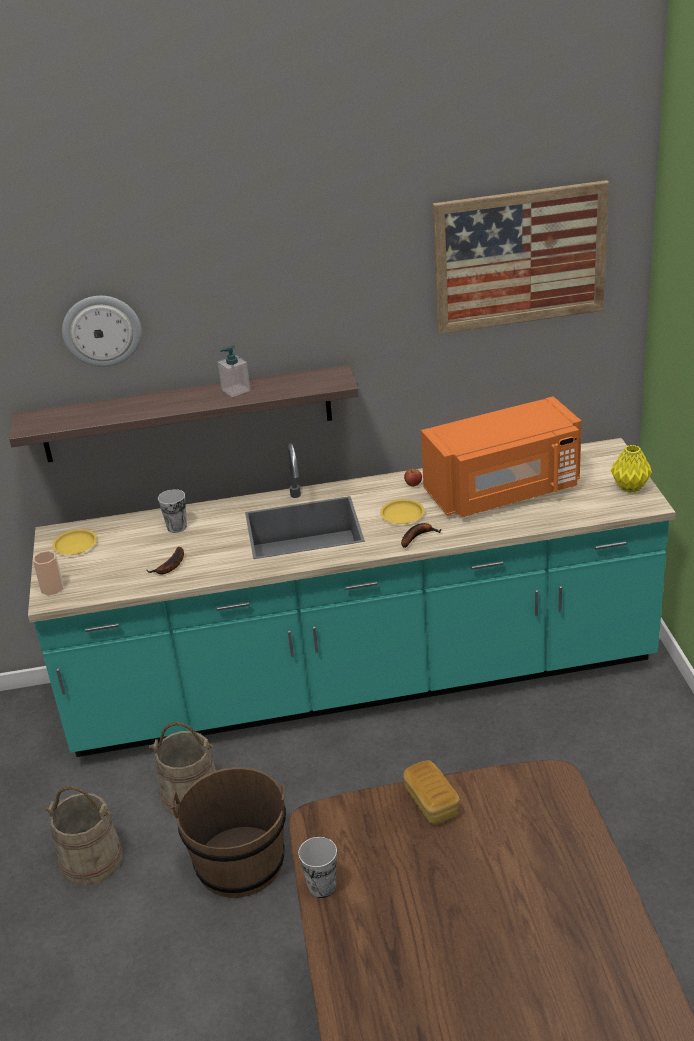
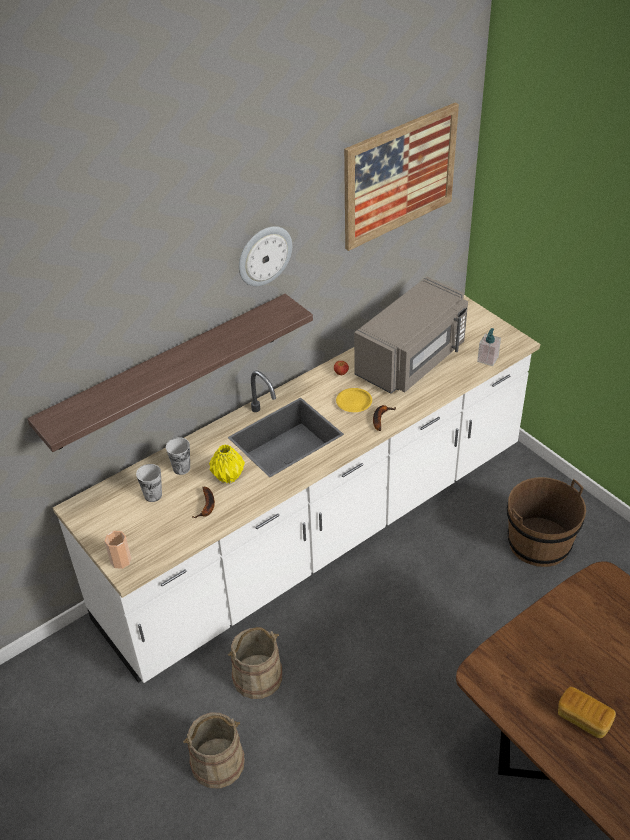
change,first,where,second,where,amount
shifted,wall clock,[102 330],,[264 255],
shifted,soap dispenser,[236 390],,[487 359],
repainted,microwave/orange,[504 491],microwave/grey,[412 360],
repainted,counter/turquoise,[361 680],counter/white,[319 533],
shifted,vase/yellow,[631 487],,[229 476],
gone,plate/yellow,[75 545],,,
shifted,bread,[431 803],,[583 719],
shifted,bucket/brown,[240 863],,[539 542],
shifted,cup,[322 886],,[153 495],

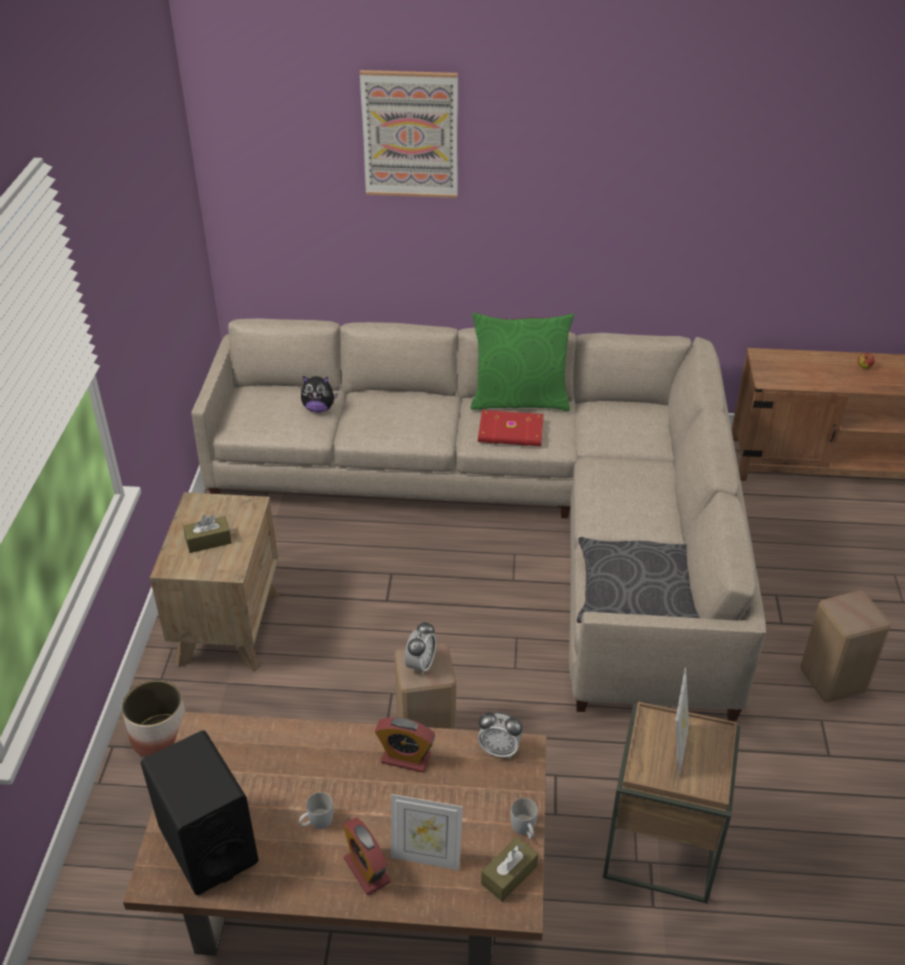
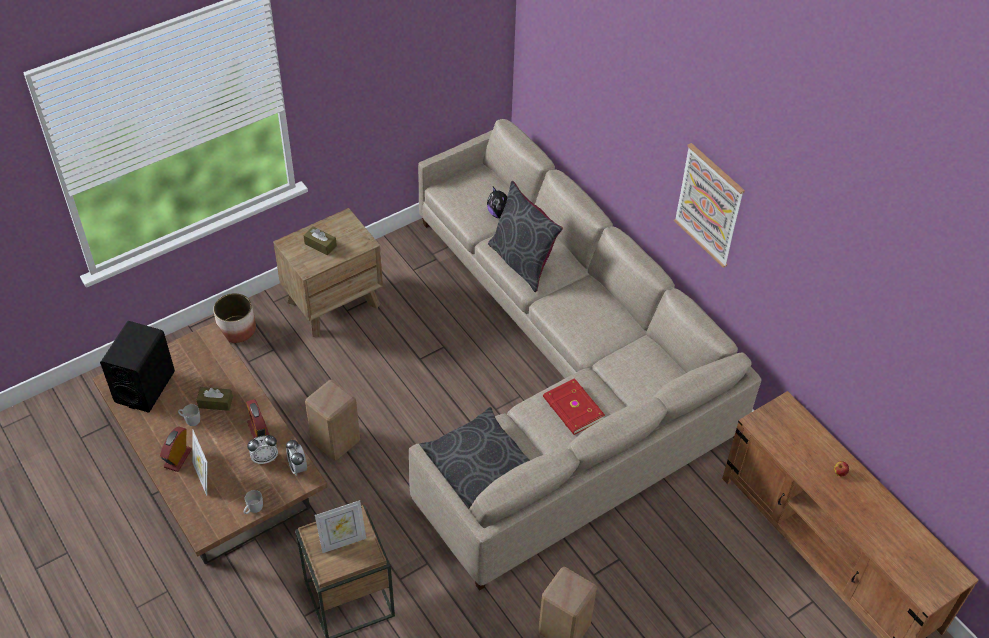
change,first,where,second,where,amount
shifted,picture,[410 134],,[709 205],
gone,pillow/green,[519 400],,,
shifted,book/red,[511 432],,[572 409],
shifted,alarm clock,[421 665],,[265 458],
shifted,tissue box/brown,[509 875],,[215 402],
new,,,pillow/grey,[522 262],

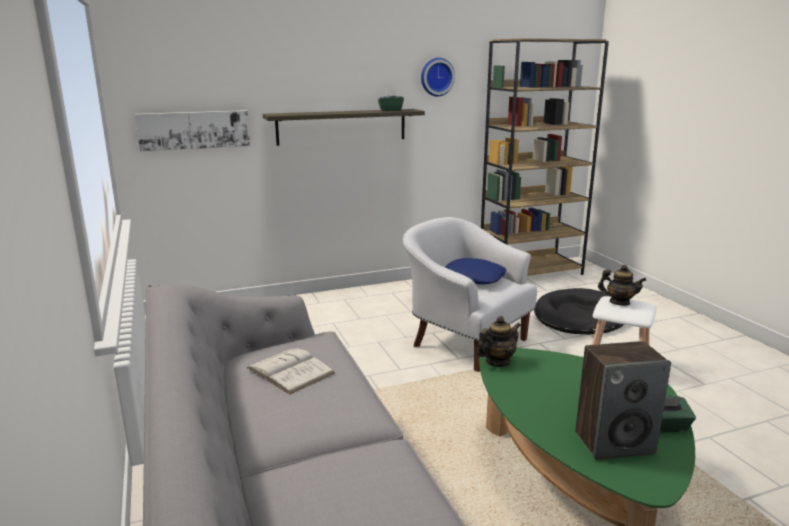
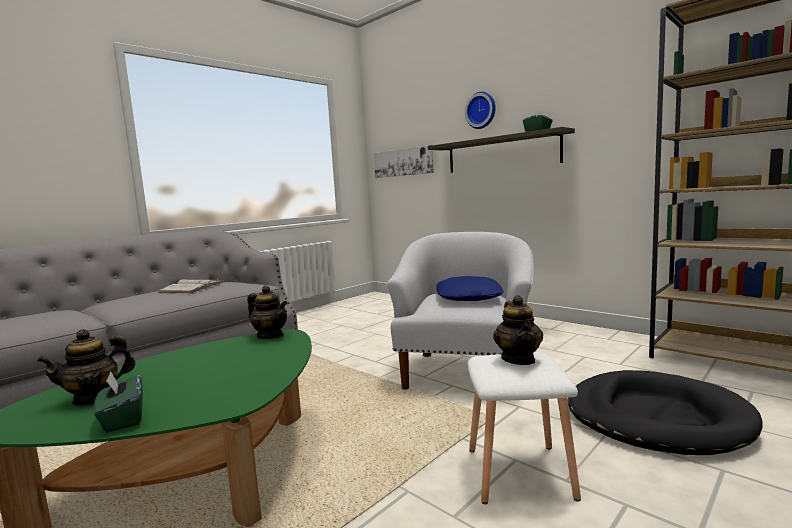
change,first,where,second,where,amount
shifted,wall clock,[436 77],,[481 110],
swapped,speaker,[614 442],teapot,[94 398],

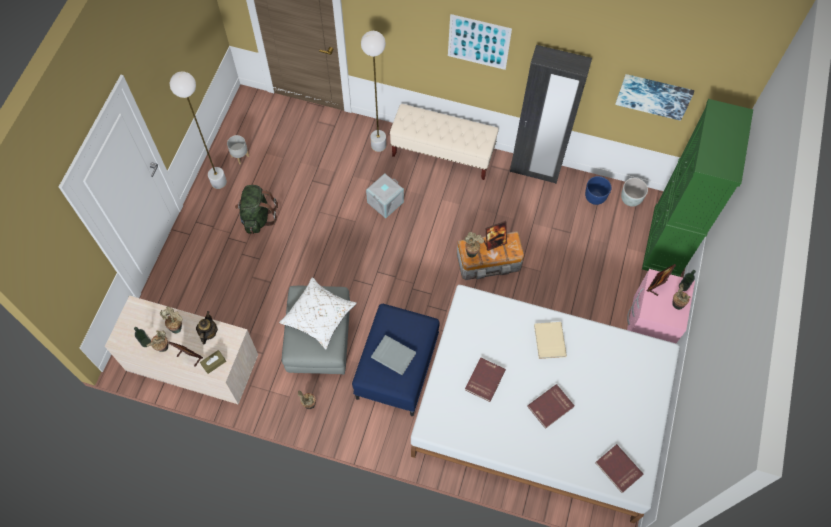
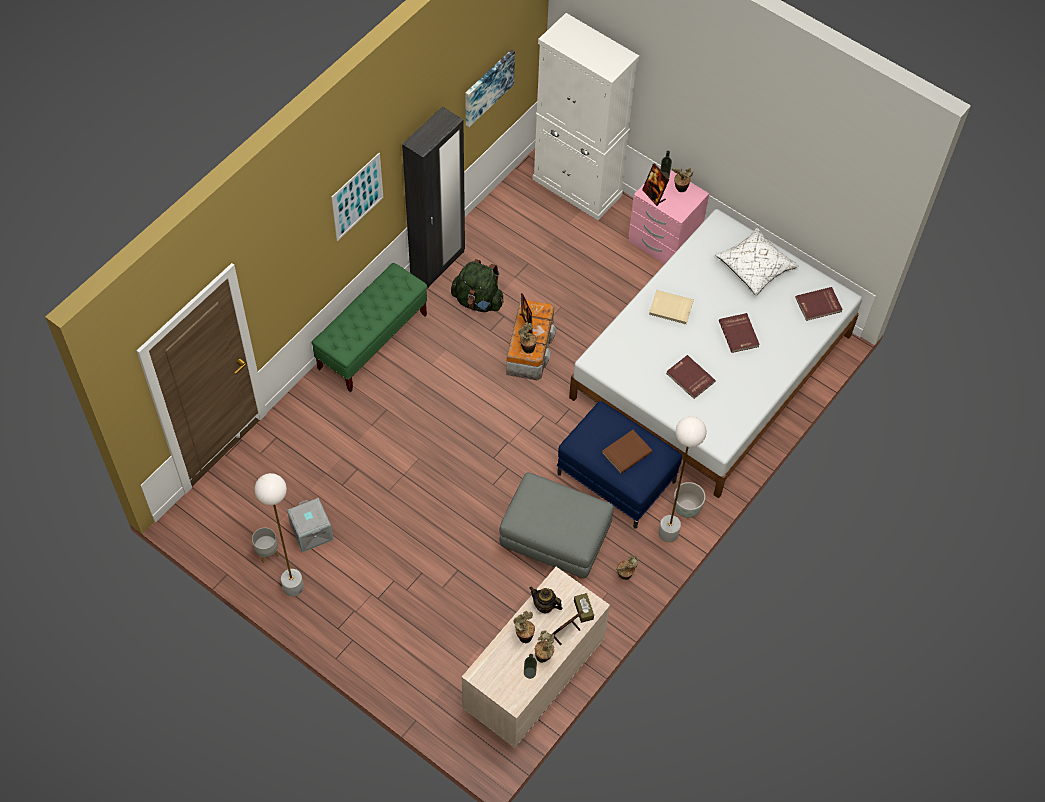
change,first,where,second,where,amount
shifted,floor lamp/white,[378 145],,[668 533],
repainted,cabinet/green,[666 242],cabinet/white,[577 187],
repainted,bench/beige,[443 154],bench/green,[373 341],
shifted,storage box/grey,[385 201],,[310 532],
gone,planter/blue,[594 198],,,
shifted,planter/grey,[631 199],,[687 508],
shifted,backpack/green,[257 217],,[478 301],
shifted,pillow/white,[319 316],,[755 266],
repainted,book/grey,[394 355],book/brown,[626 452],

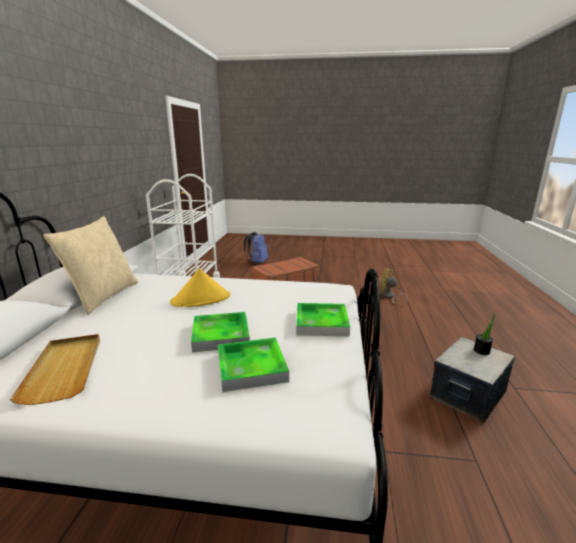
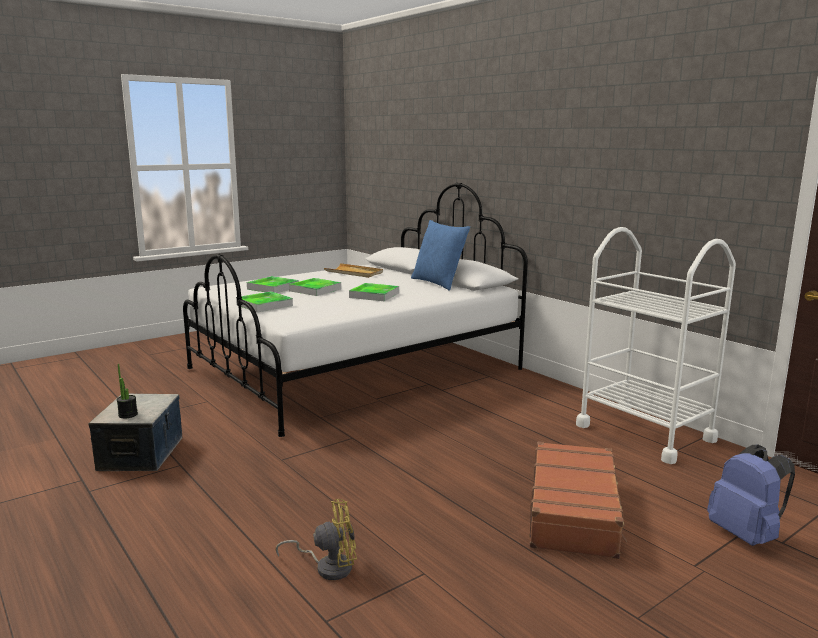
change,first,where,second,where,amount
repainted,pillow/beige,[103 296],pillow/blue,[438 283],
swapped,hat/yellow,[201 299],tray,[374 295],

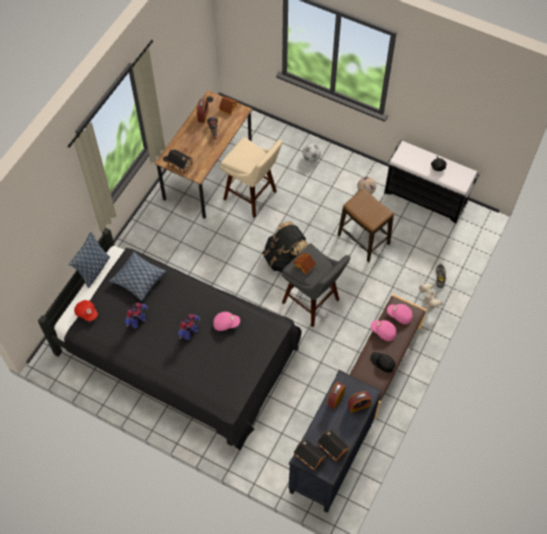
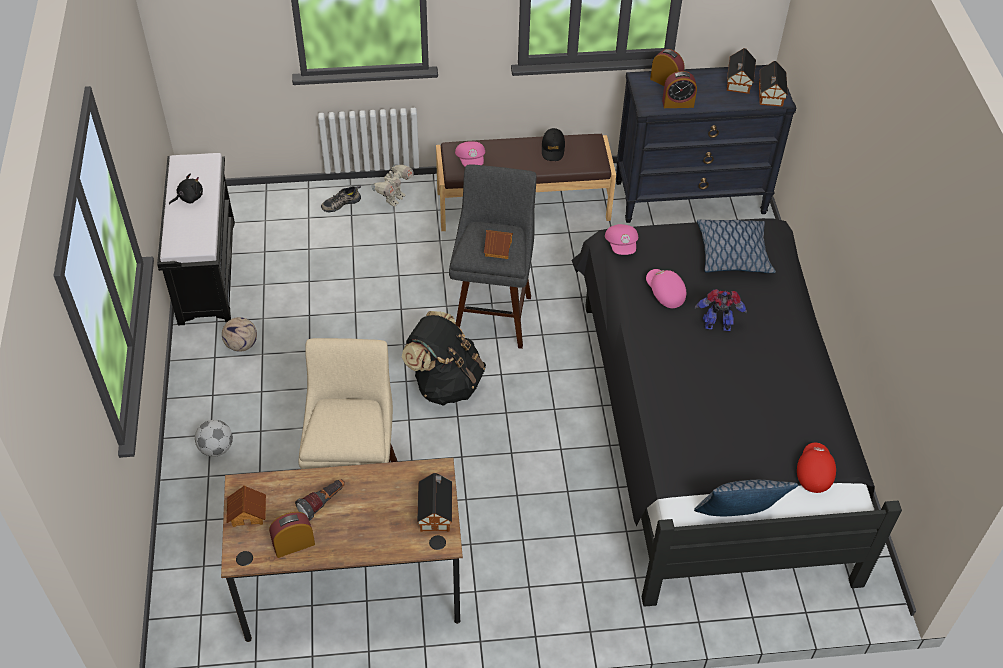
change,first,where,second,where,amount
gone,stool,[363 239],,,
shifted,pillow,[138 279],,[733 254],
gone,toy robot,[137 321],,,
shifted,cap/pink,[383 332],,[621 245],

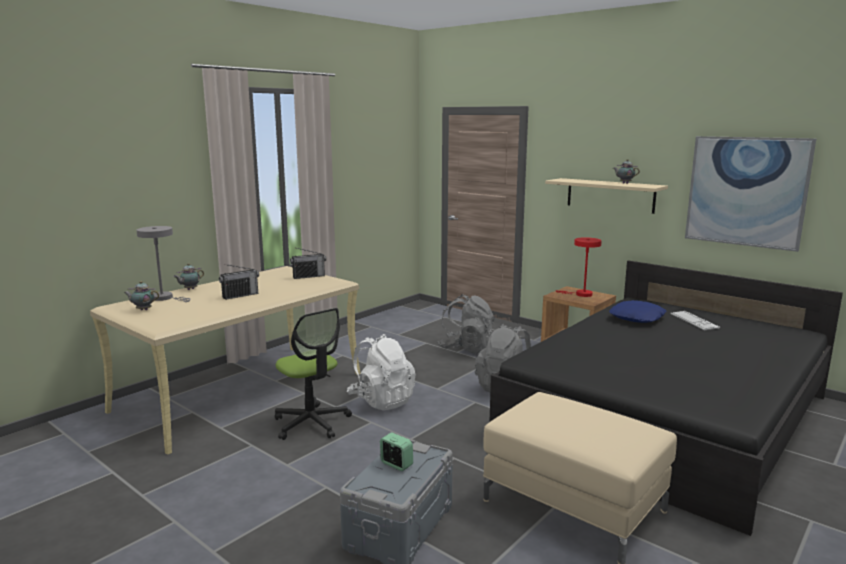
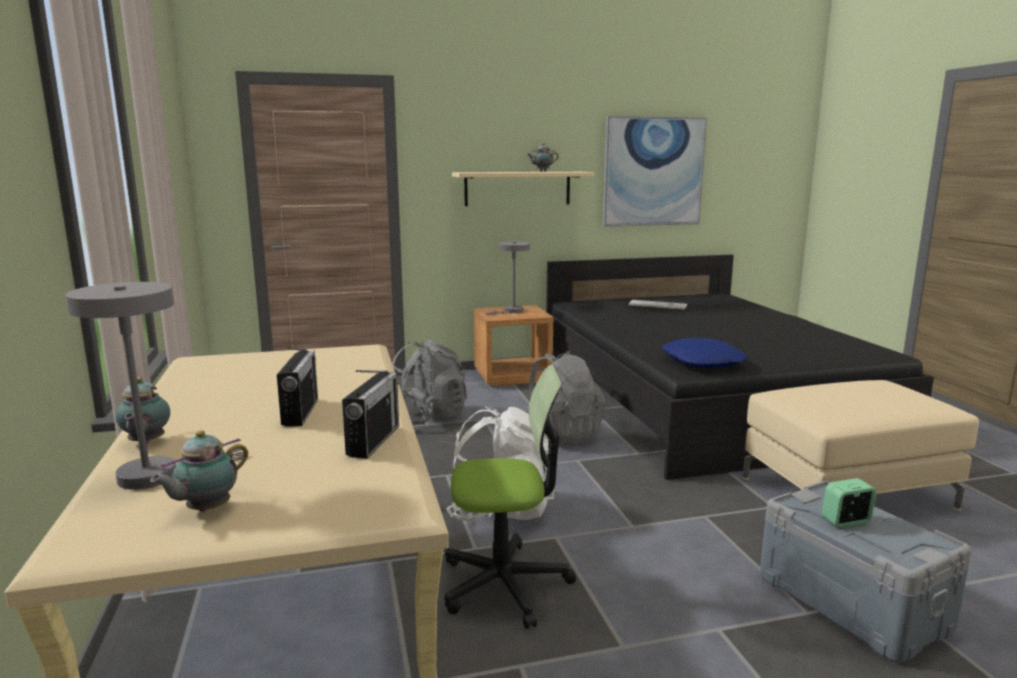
change,first,where,second,where,amount
repainted,table lamp/red,[580 294],table lamp/grey,[511 311],
shifted,radio,[308 276],,[373 441],
shifted,pillow/blue,[637 318],,[703 362],

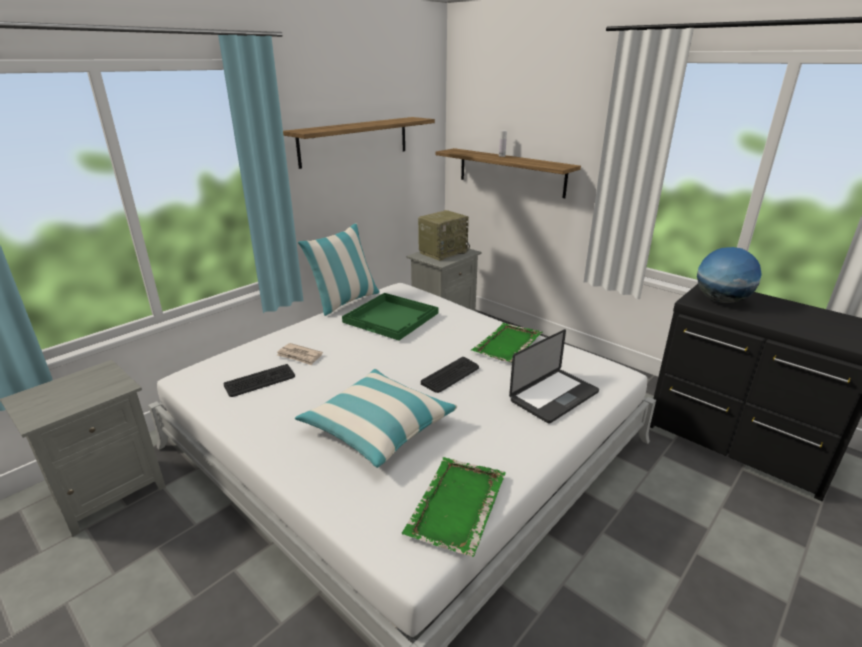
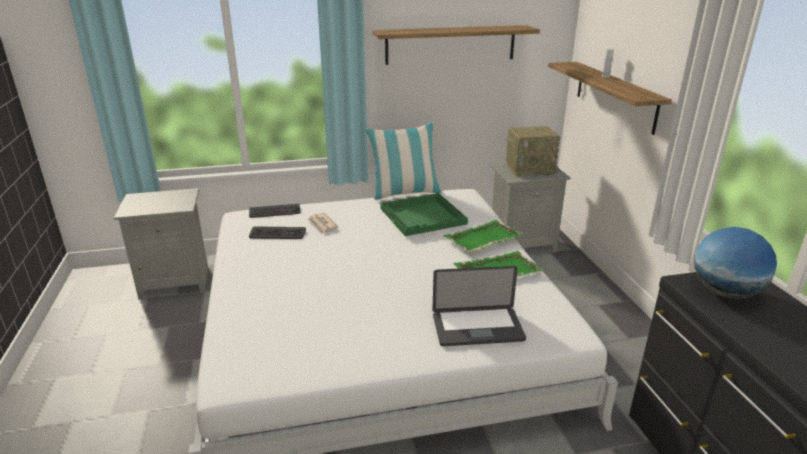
change,first,where,second,where,amount
shifted,keyboard,[451 375],,[275 212],
gone,pillow,[378 427],,,
shifted,tray/green,[456 506],,[482 238],

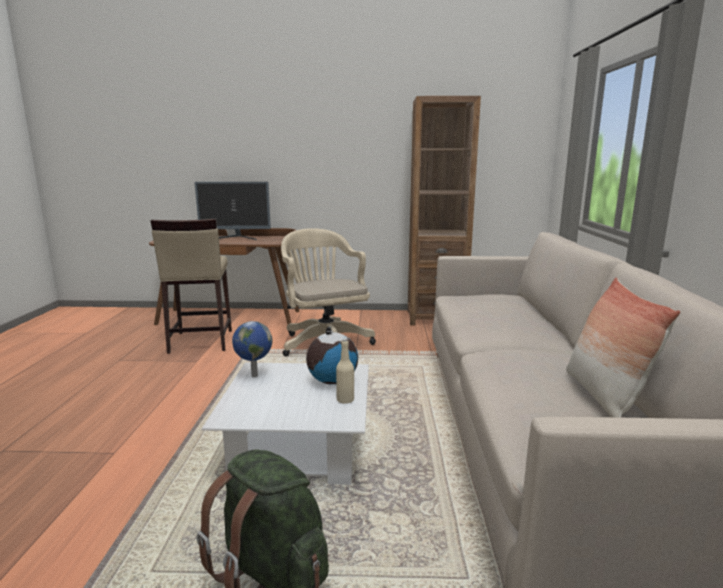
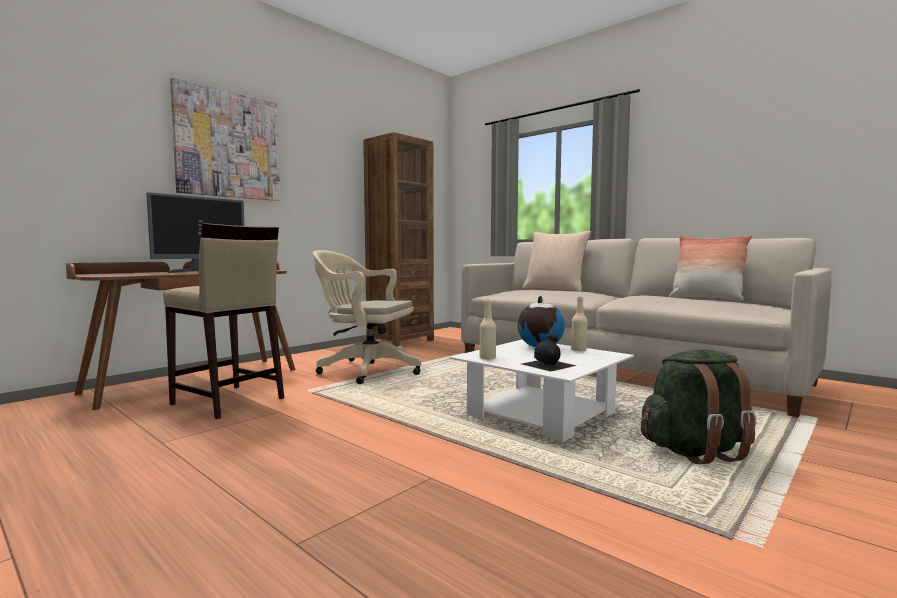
change,first,where,second,where,amount
swapped,globe,[253 375],bottle/beige,[487 358],
new,,,picture,[228 145],
new,,,pillow/beige,[555 289],
new,,,bottle/black,[549 364],

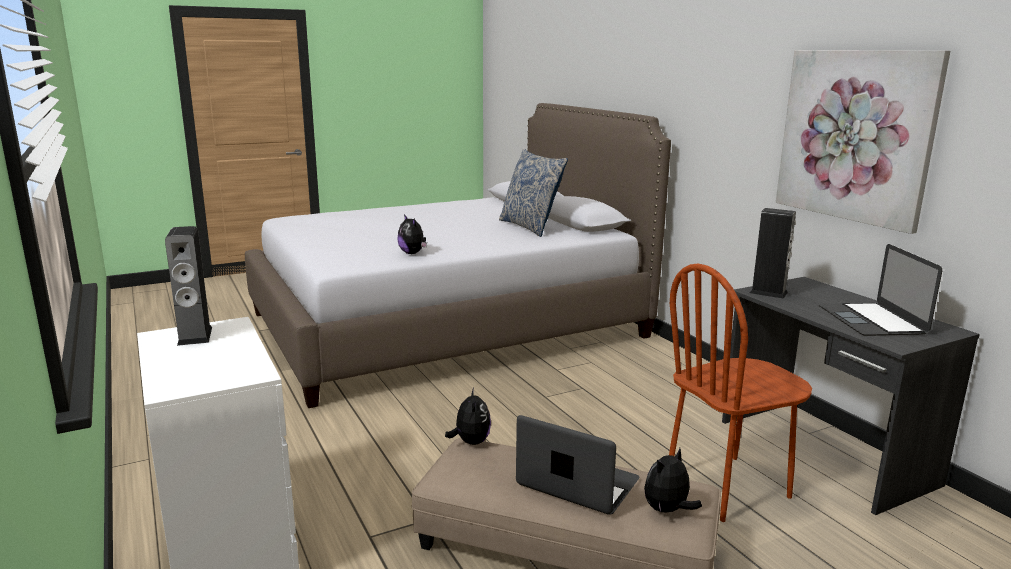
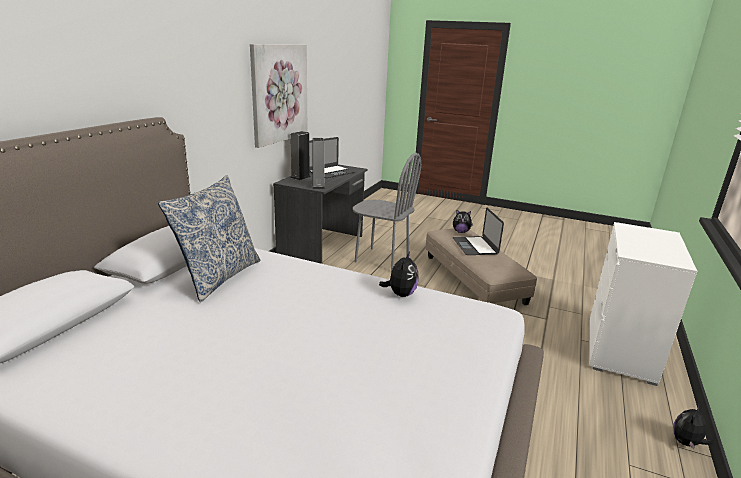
change,first,where,second,where,amount
shifted,speaker,[195 336],,[300 177],
repainted,chair/brown,[728 486],chair/grey,[381 259],
shifted,plush toy,[470 442],,[686 443],

